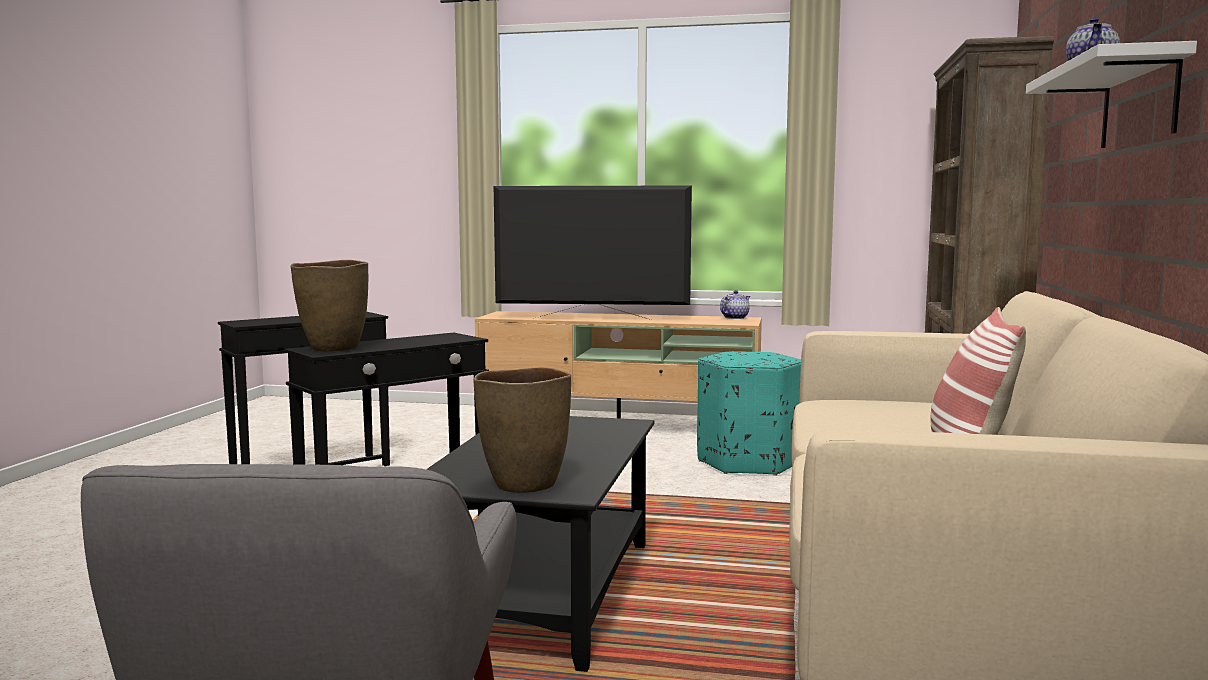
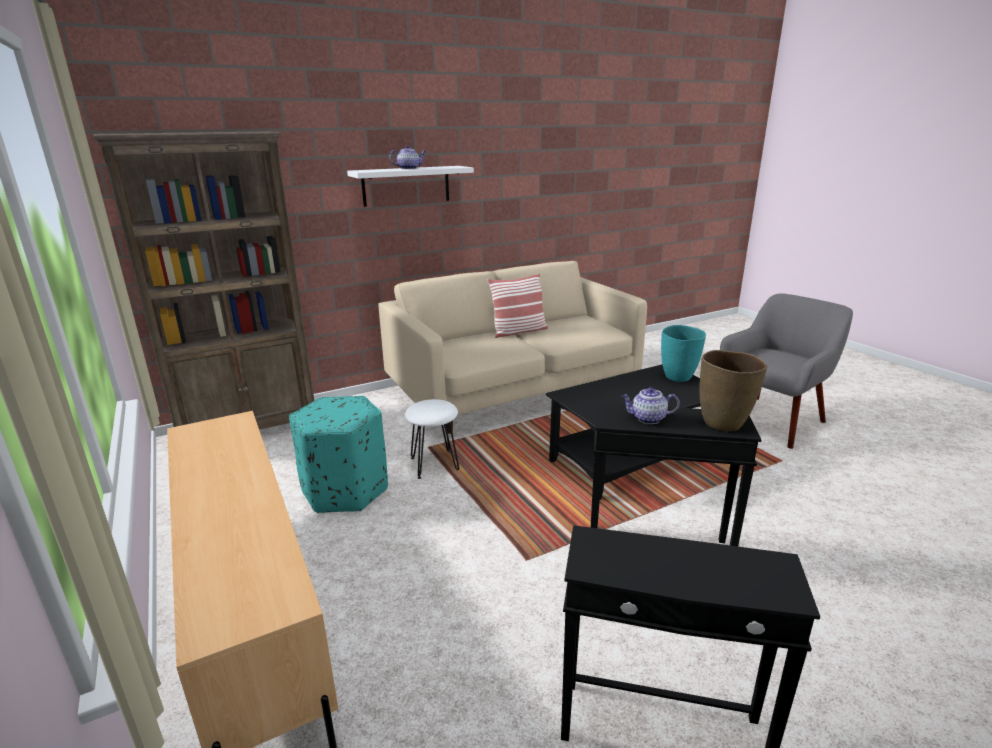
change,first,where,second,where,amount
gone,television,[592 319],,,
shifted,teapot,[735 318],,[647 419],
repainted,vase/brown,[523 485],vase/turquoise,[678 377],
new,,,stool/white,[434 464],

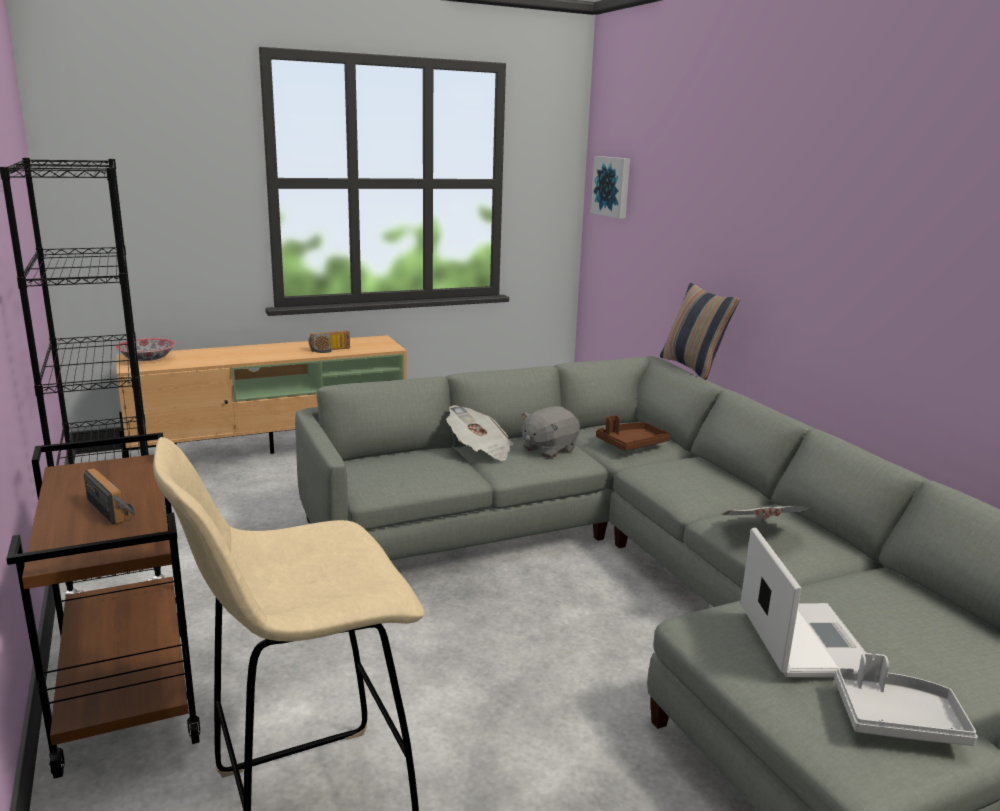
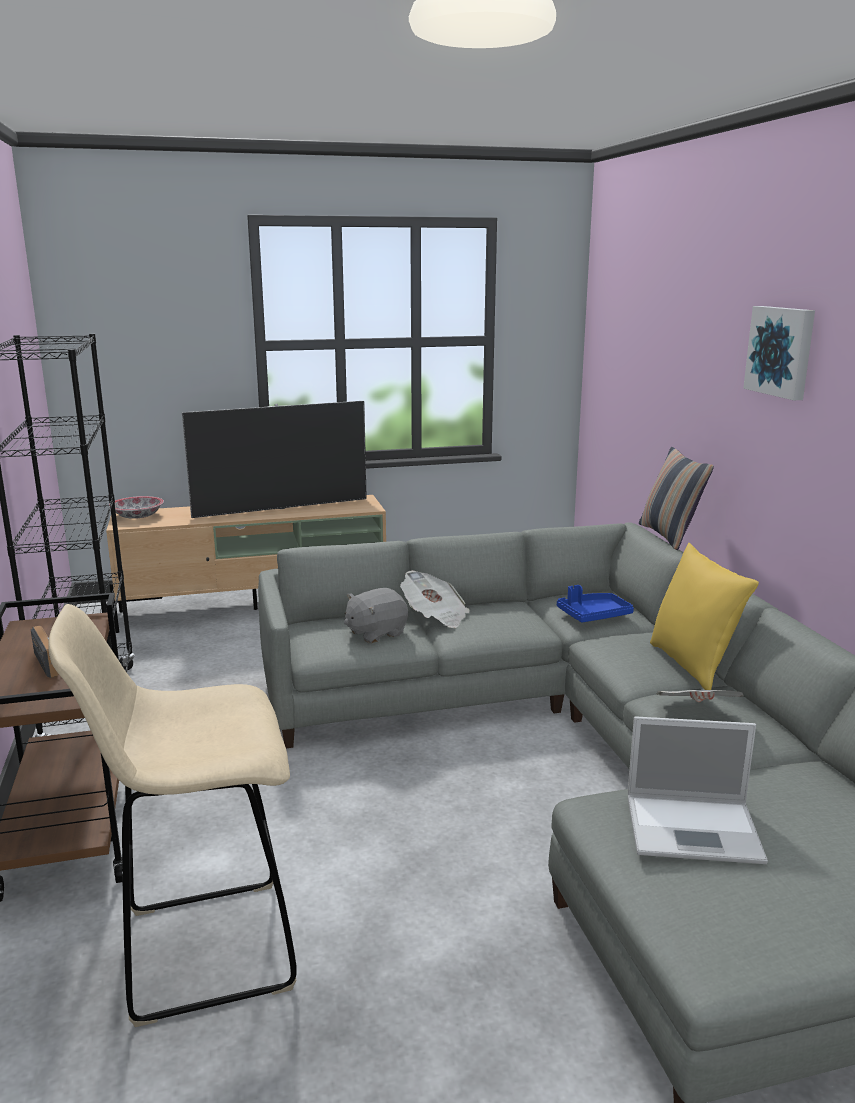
change,first,where,second,where,amount
shifted,picture,[612 186],,[781 351],
gone,radio,[330 350],,,
shifted,plush toy/grey,[548 449],,[375 633],
repainted,tray/brown,[631 444],tray/blue,[593 615],
rotated,laptop,[803 638],,[695 828],90 degrees clockwise
gone,tray/grey,[897 719],,,
new,,,television,[281 508],
new,,,pillow/yellow,[692 665],

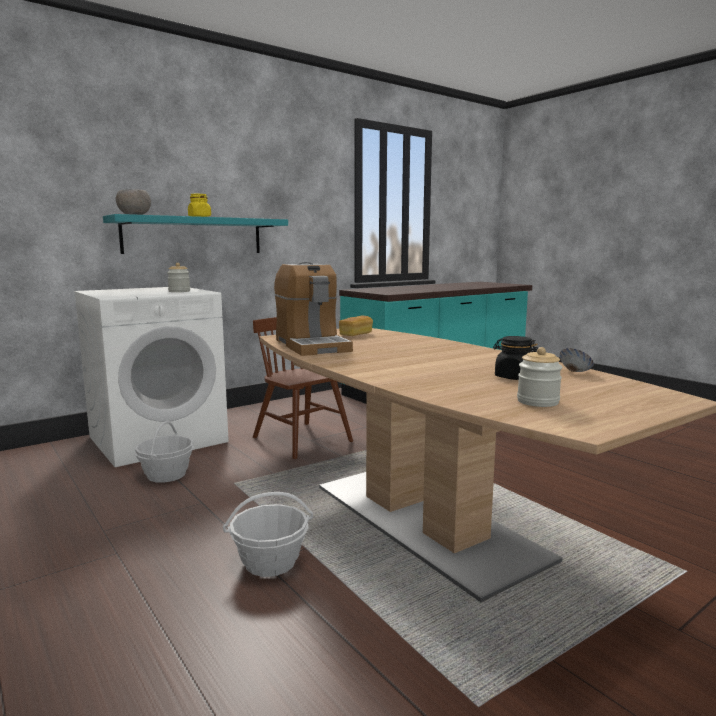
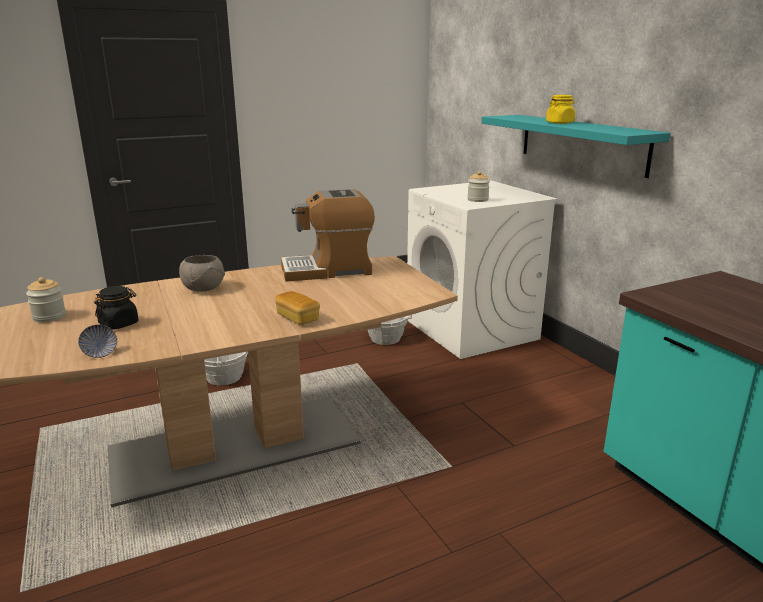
change,first,where,second,where,amount
shifted,bowl/grey,[135 215],,[204 289],
shifted,bread,[356 334],,[297 318],
gone,chair/brown,[302 440],,,

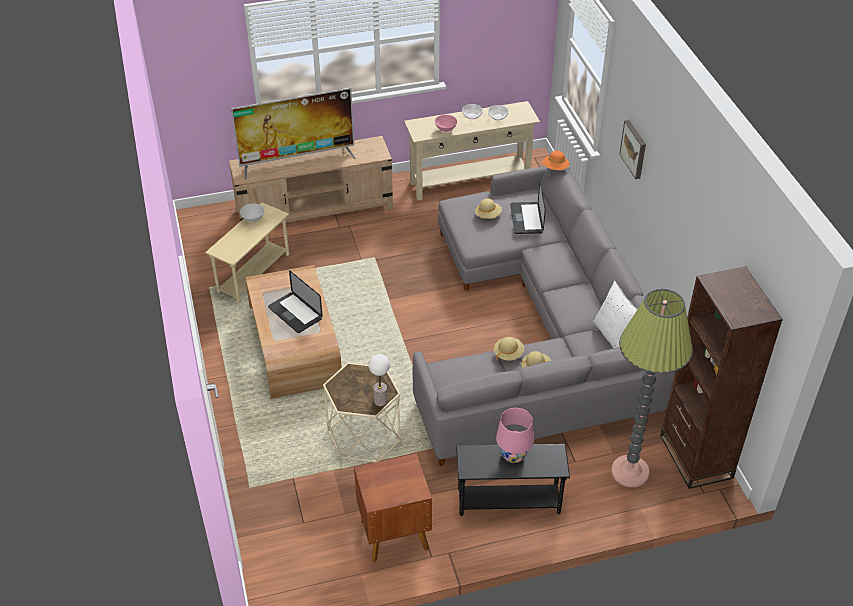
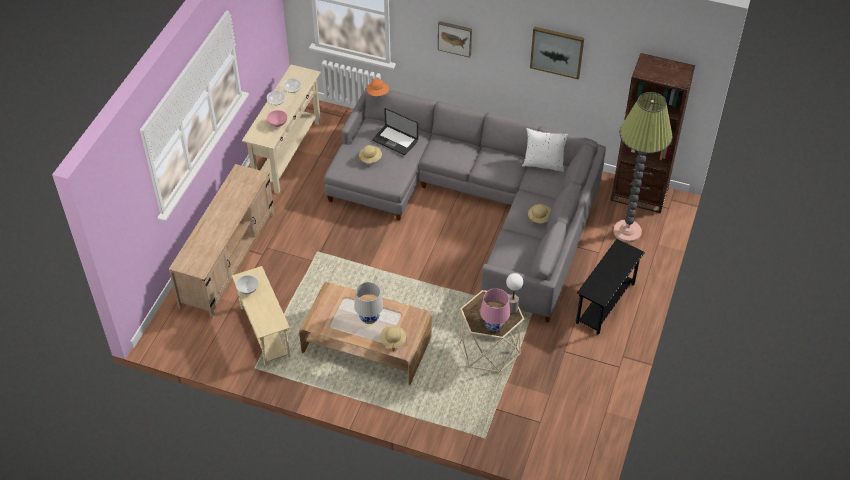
change,first,where,second,where,amount
gone,television,[297 160],,,
swapped,laptop,[295 313],table lamp/white,[369 318],
shifted,hat/beige,[508 354],,[393 340],
shifted,table lamp/pink,[513 455],,[494 325],
gone,nightstand/brown,[393 534],,,
new,,,picture,[557 52],

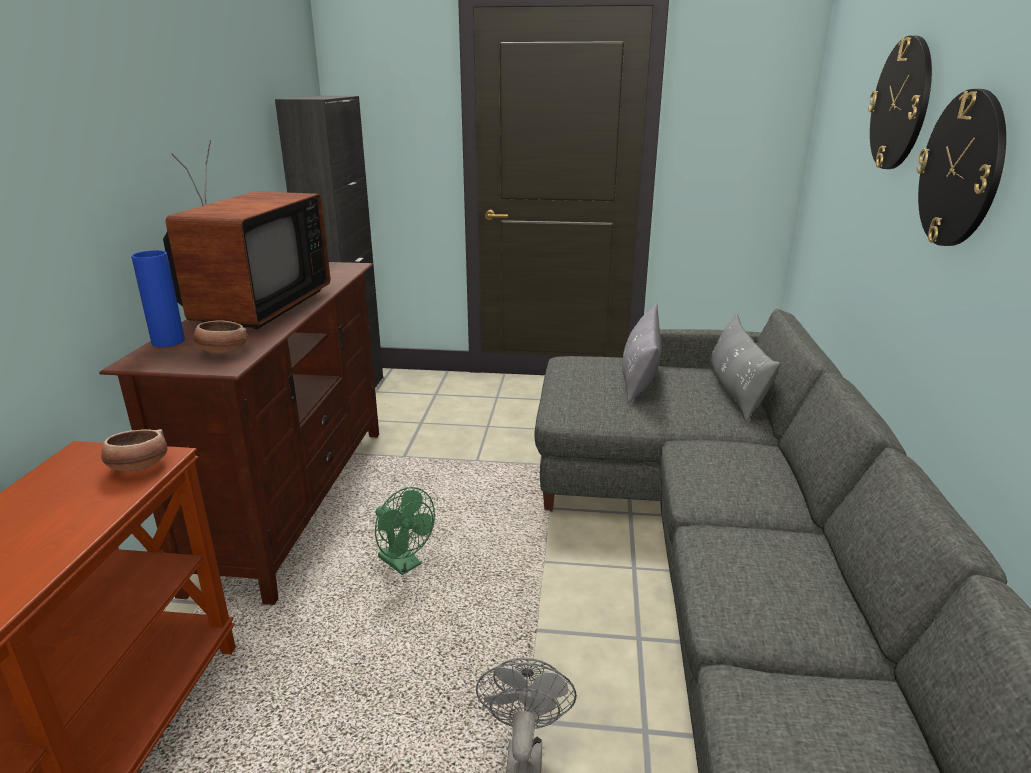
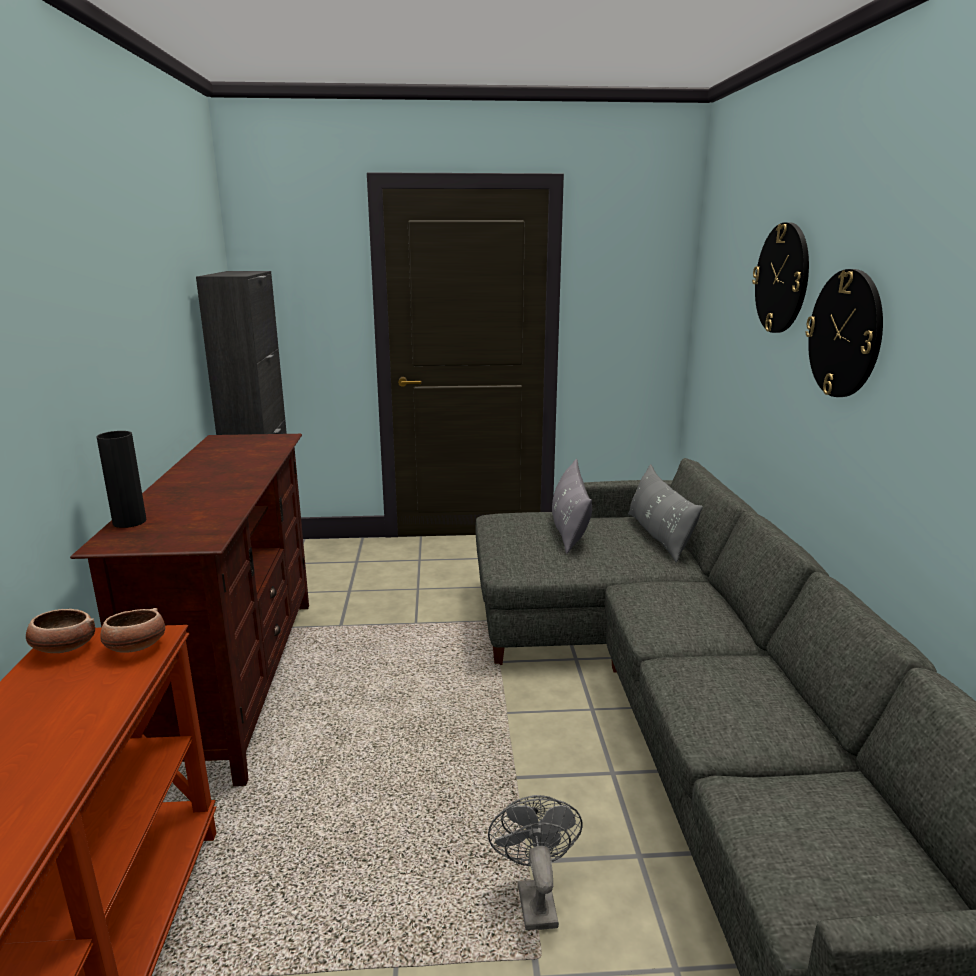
change,first,where,second,where,amount
gone,television,[254 309],,,
repainted,vase/blue,[168 341],vase/black,[129 522],
shifted,bowl,[222 352],,[63 648],
gone,fan/green,[404 565],,,

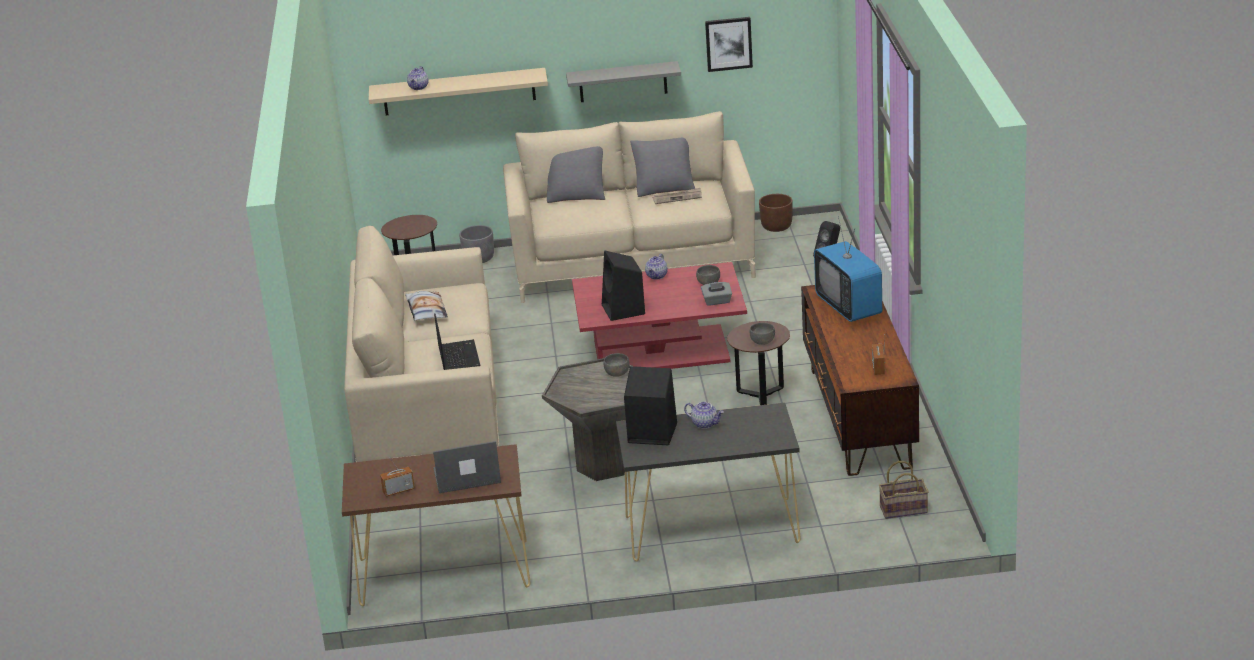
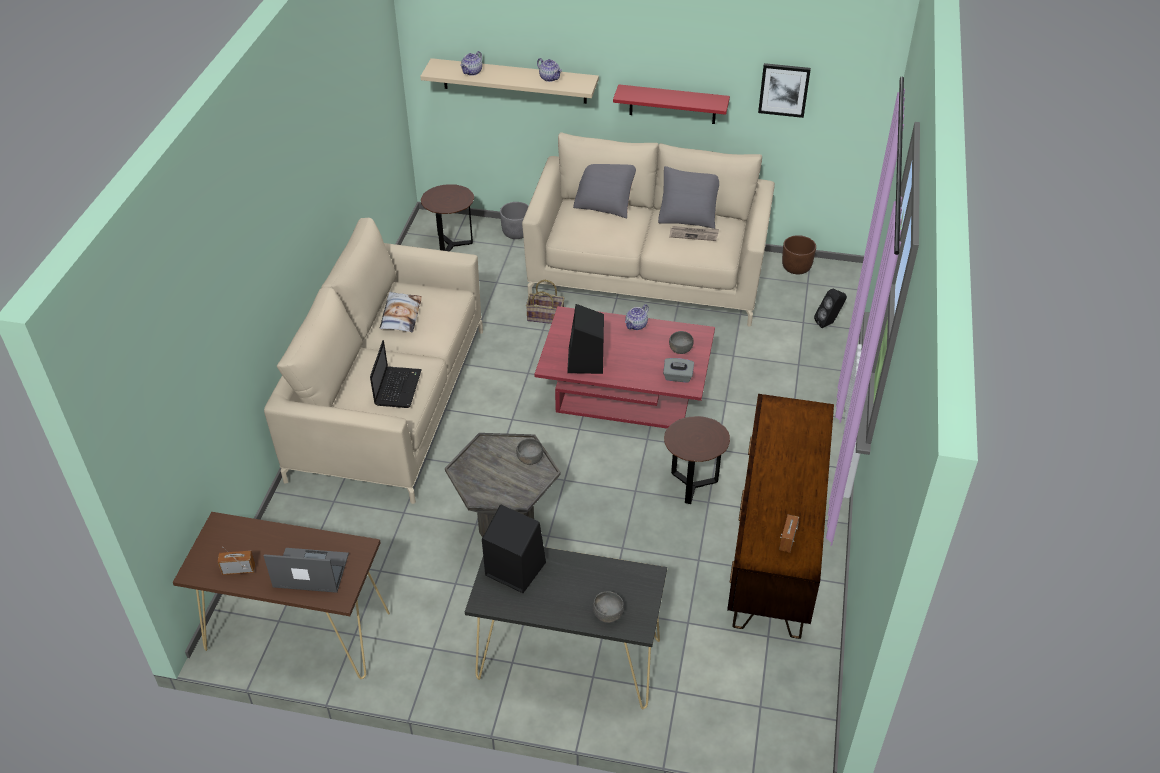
change,first,where,second,where,amount
repainted,shelf/grey,[623 82],shelf/red,[672 104],
gone,television,[849 307],,,
shifted,bowl/grey,[762 341],,[607 614],
shifted,teapot,[705 424],,[550 78],
shifted,basket,[904 509],,[546 316],

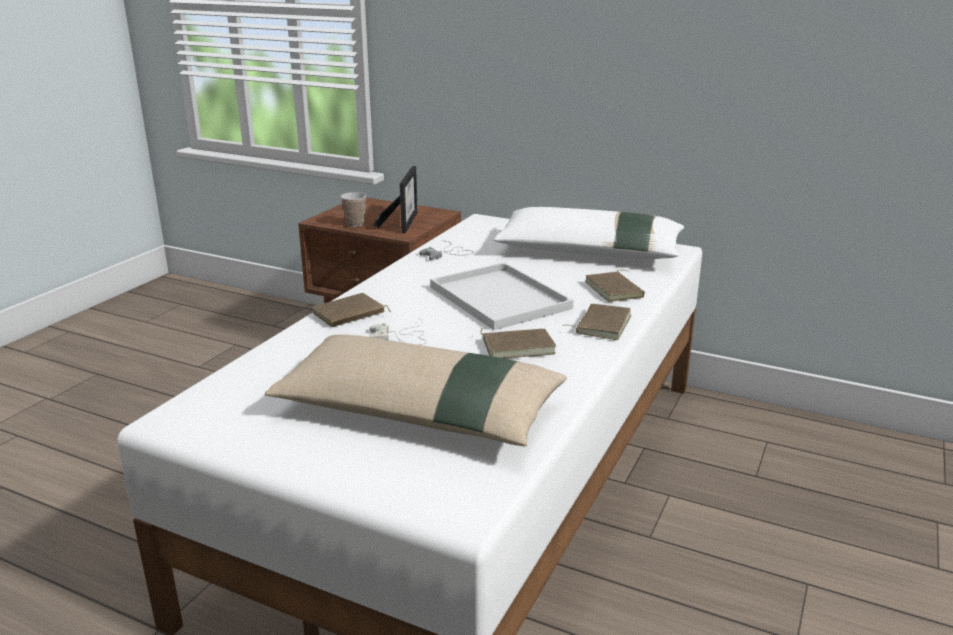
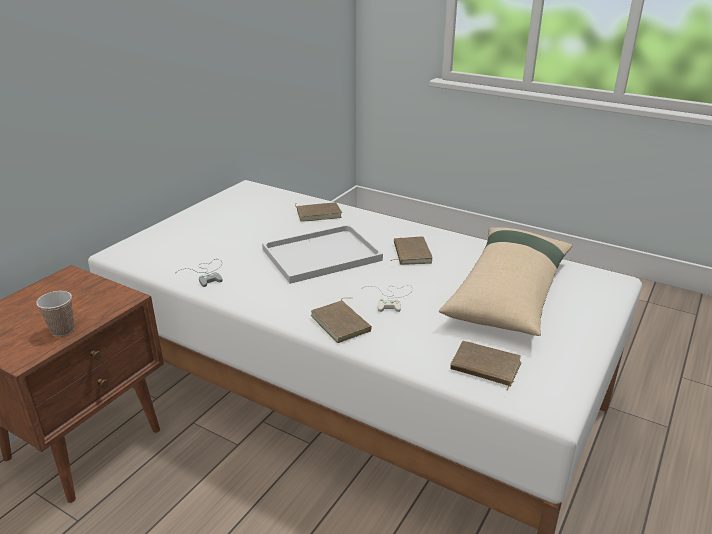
change,first,where,second,where,amount
gone,picture frame,[403 222],,,
gone,pillow/white,[589 252],,,
shifted,book/brown,[601 324],,[484 368],

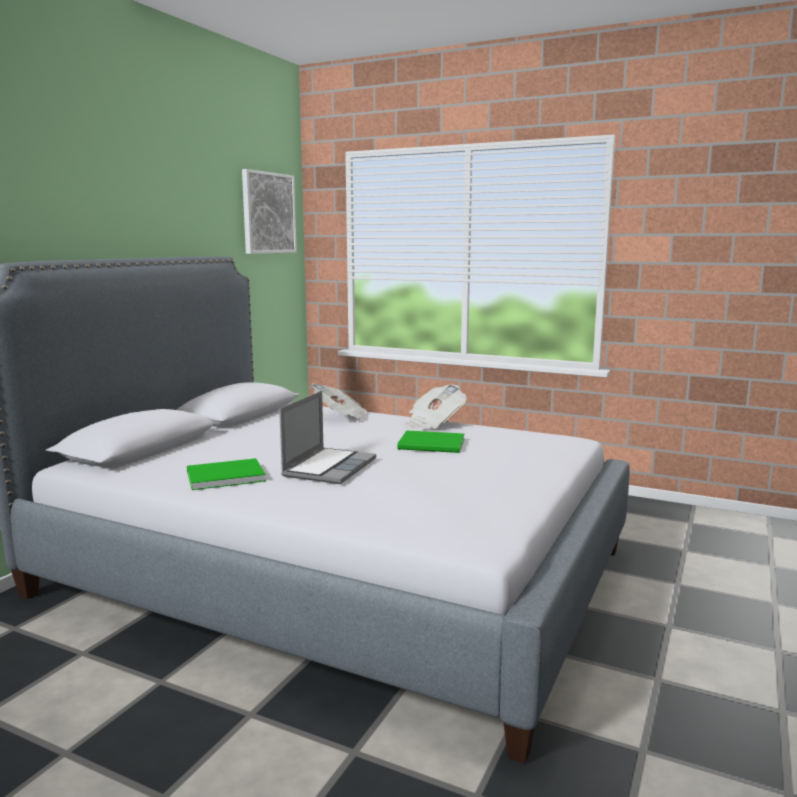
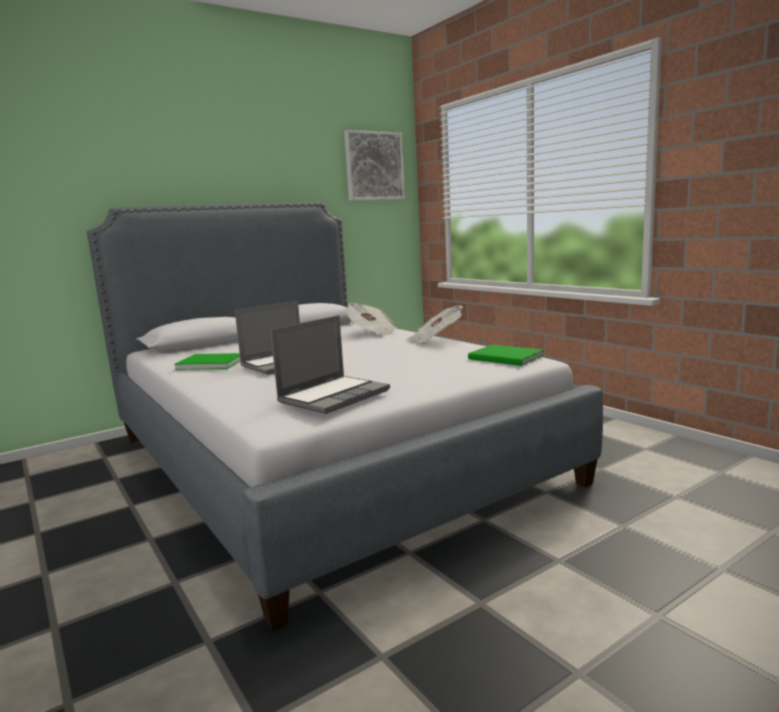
change,first,where,second,where,amount
shifted,book/green,[433 445],,[506 358],
new,,,laptop,[334 396],

